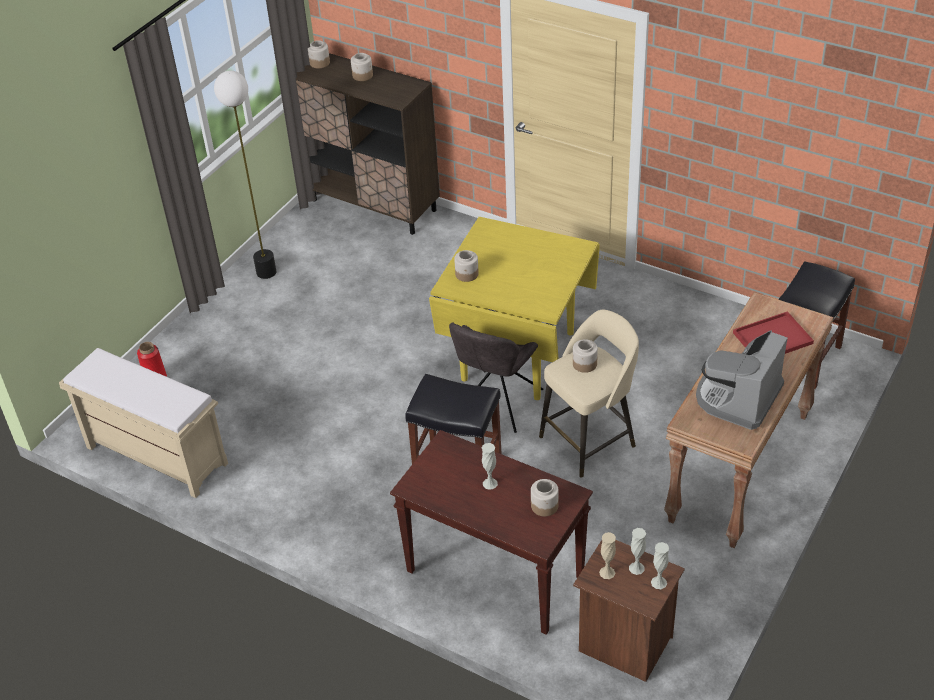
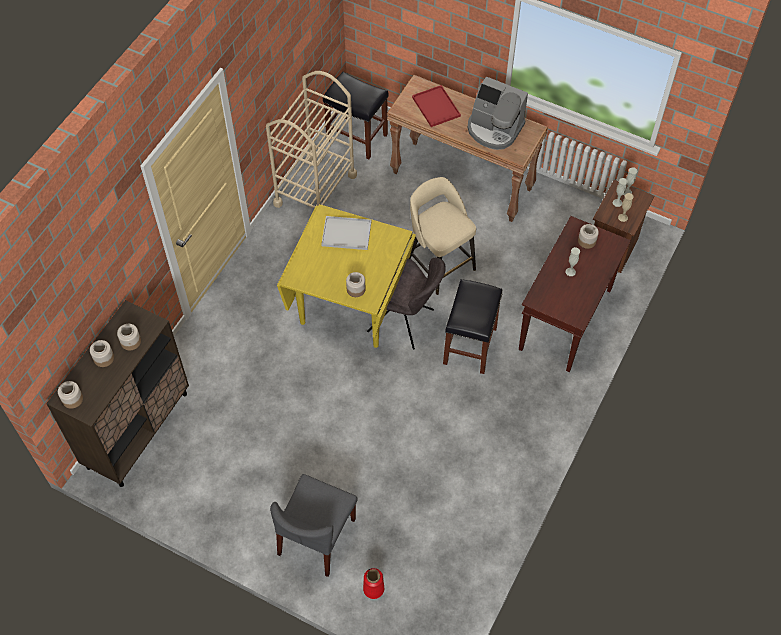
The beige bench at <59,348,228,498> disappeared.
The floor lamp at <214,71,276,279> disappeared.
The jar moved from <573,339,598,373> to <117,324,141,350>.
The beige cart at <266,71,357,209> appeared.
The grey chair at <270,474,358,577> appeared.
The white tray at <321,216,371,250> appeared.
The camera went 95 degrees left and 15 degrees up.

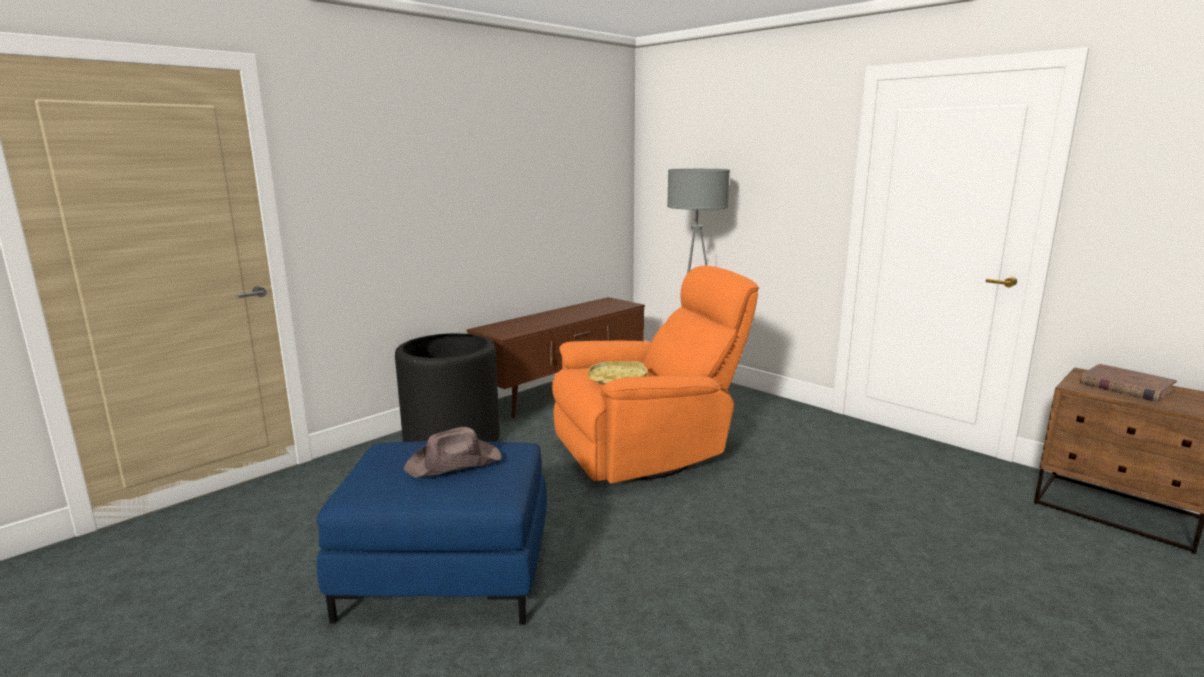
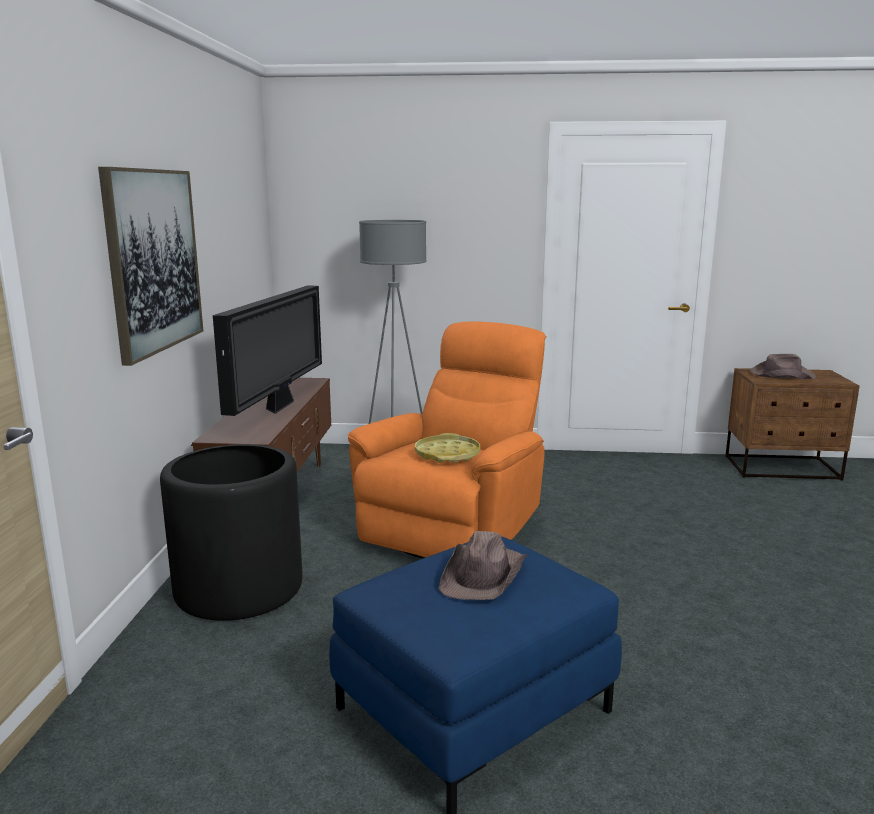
The brown book at <1080,364,1177,402> was replaced by the brown hat at <750,354,816,379>.
The picture at <98,167,203,366> appeared.
The television at <213,285,322,416> appeared.
The camera went 40 degrees left and 0 degrees up.

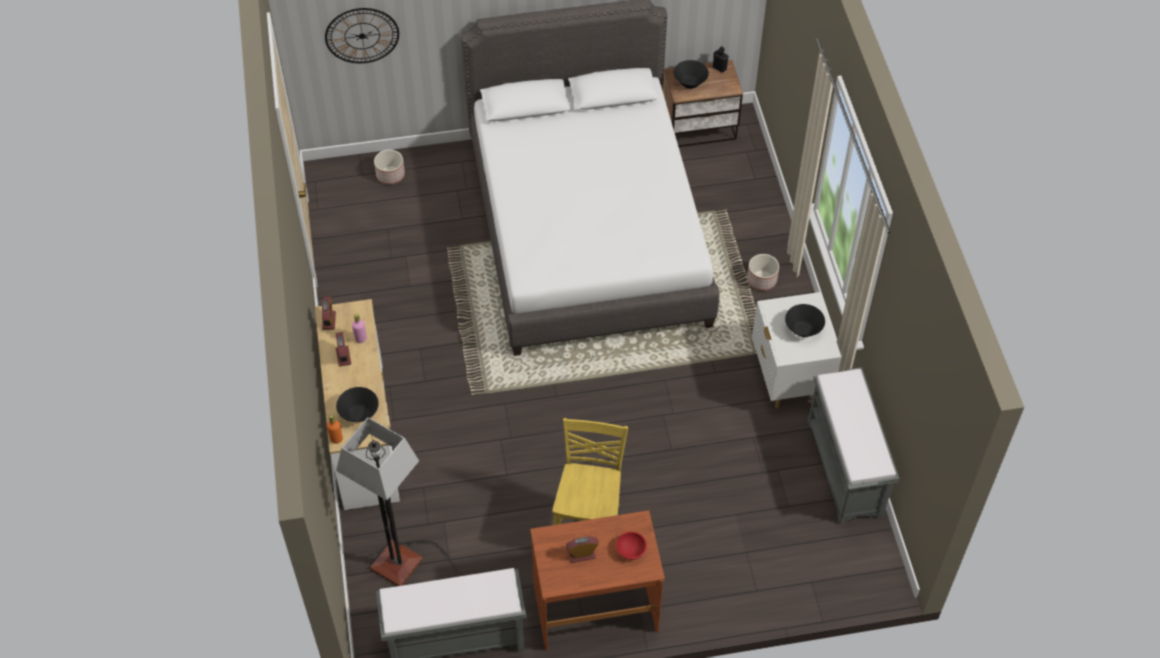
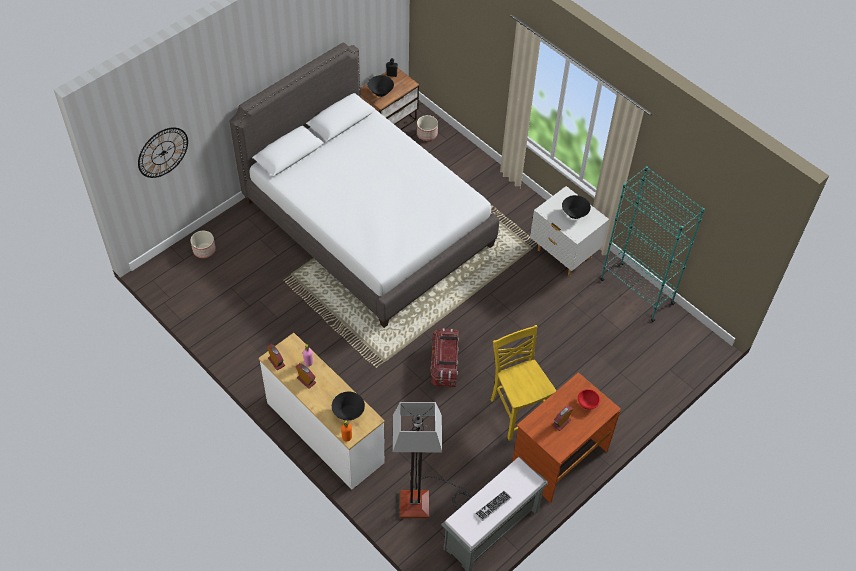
The planter moved from <747,254,779,291> to <417,115,438,141>.
The grey bench at <808,367,899,524> was replaced by the turquoise bookcase at <600,166,705,322>.
The storage box at <431,328,459,387> appeared.
The keyboard at <475,491,512,521> appeared.
The camera went 35 degrees left and 0 degrees up.

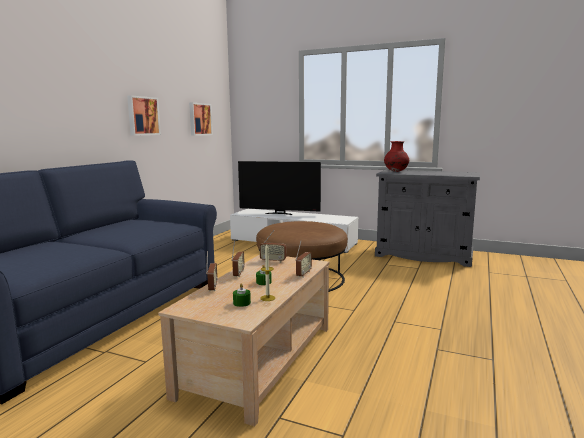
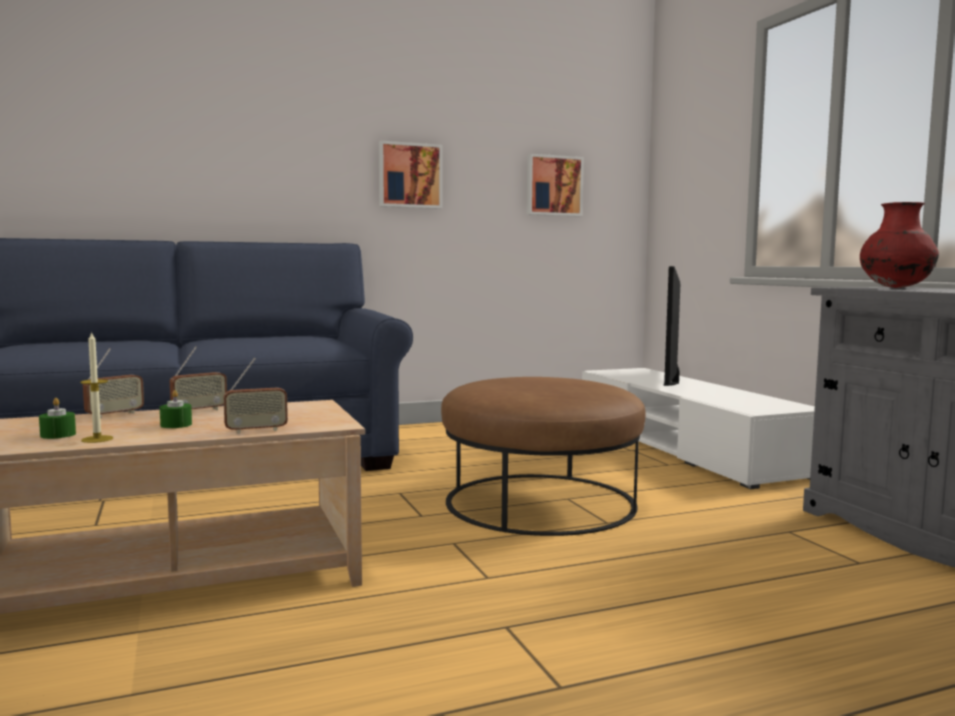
The television at <238,161,321,215> turned 45 degrees clockwise.
The radio at <260,230,286,263> disappeared.
The camera went 45 degrees right and 5 degrees down.

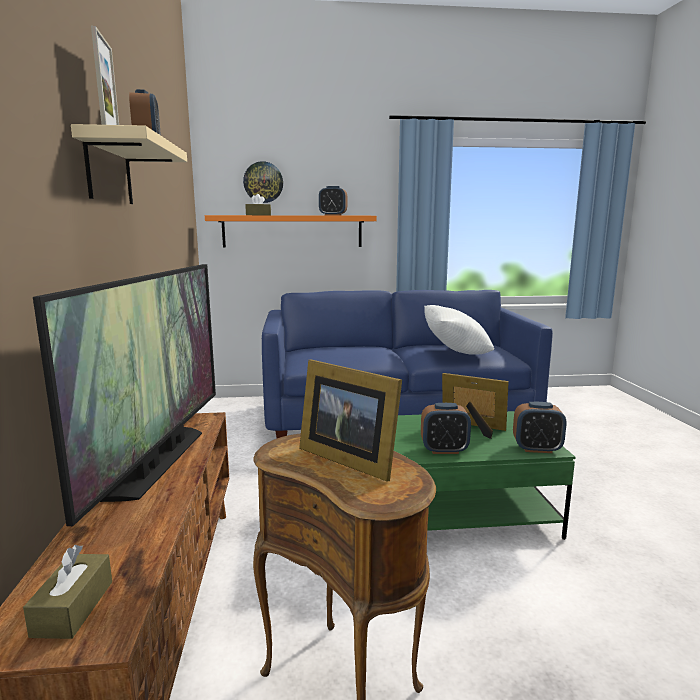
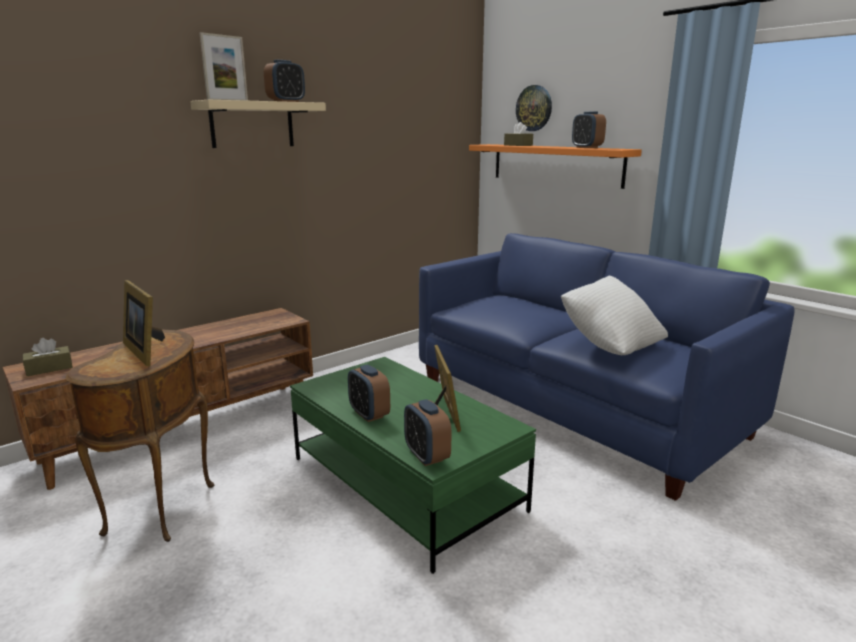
The television at <33,264,216,526> disappeared.
The picture frame at <299,360,402,482> turned 45 degrees counterclockwise.
The camera went 55 degrees right and 5 degrees up.

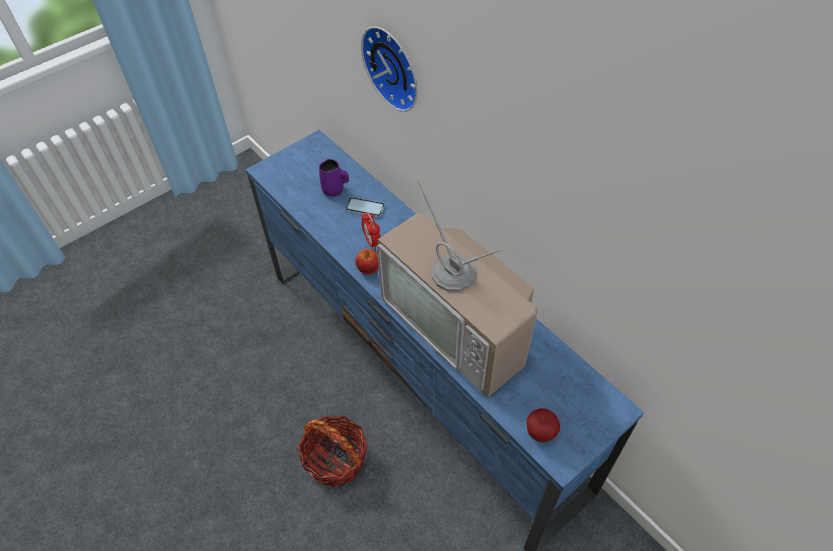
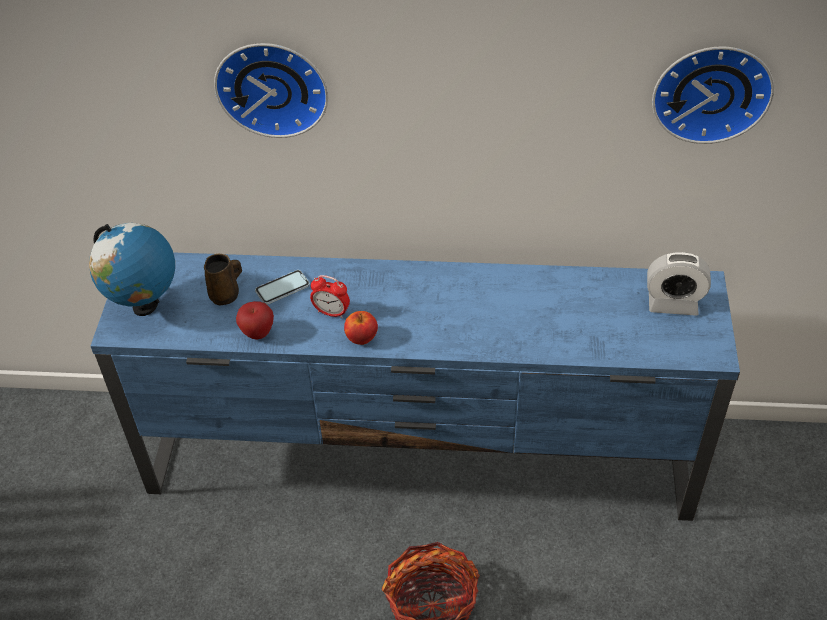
The purple mug at <319,159,349,197> became the brown mug at <204,254,242,305>.
The television at <377,181,538,397> disappeared.
The apple moved from <526,408,560,442> to <236,301,274,340>.
The globe at <89,223,175,316> appeared.
The alarm clock at <647,252,711,316> appeared.
The wall clock at <652,46,774,144> appeared.
The camera went 45 degrees left and 5 degrees down.

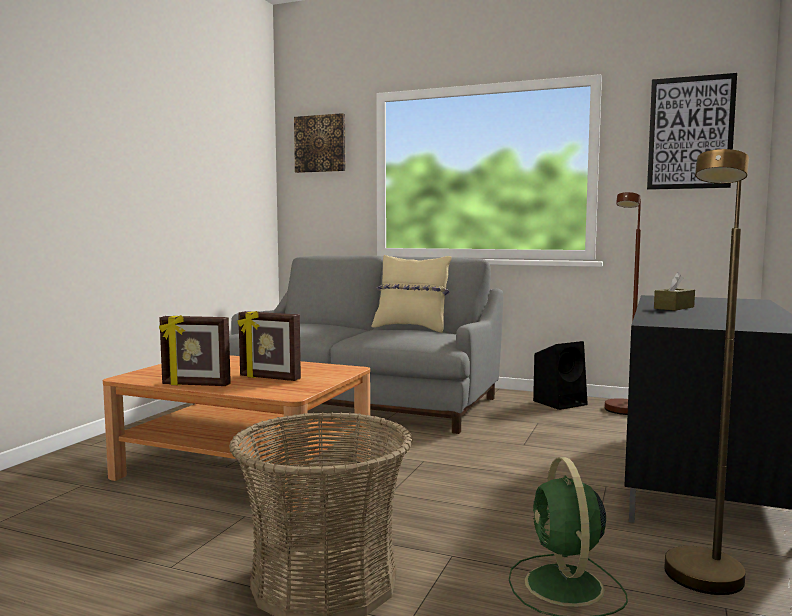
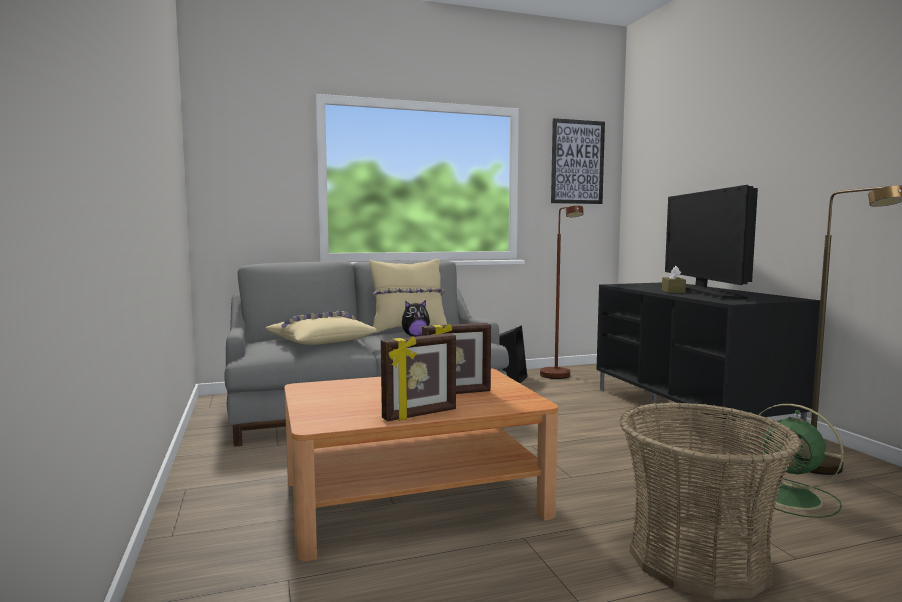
The picture at <294,113,346,173> disappeared.
The beige pillow at <266,311,377,345> appeared.
The plush toy at <402,300,430,337> appeared.
The television at <665,185,758,299> appeared.
The camera went 40 degrees left and 0 degrees up.

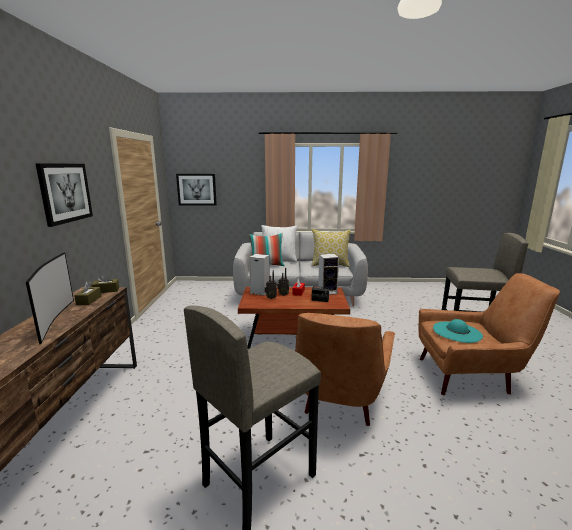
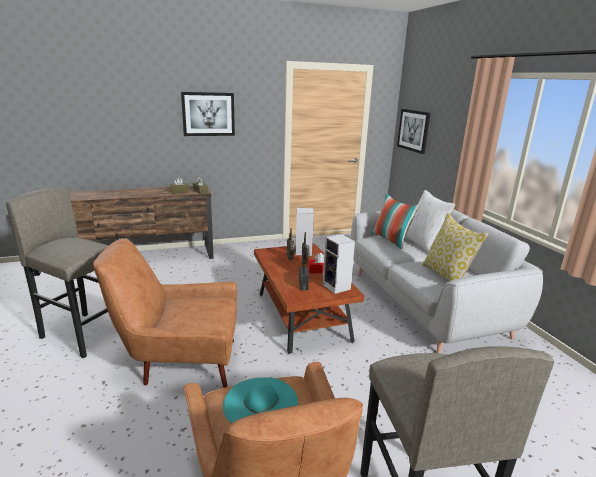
The television at <26,252,74,344> disappeared.
The camera went 70 degrees right and 5 degrees up.

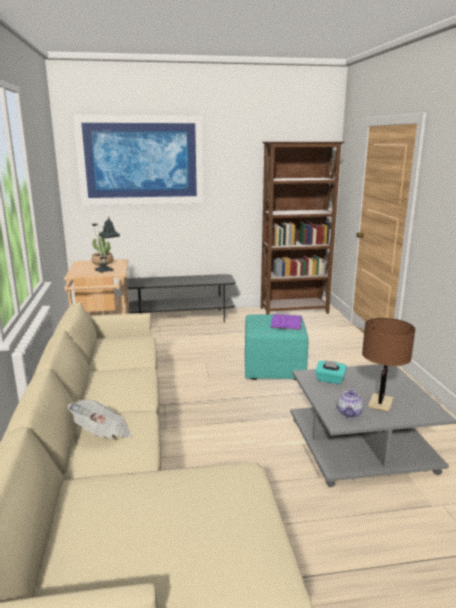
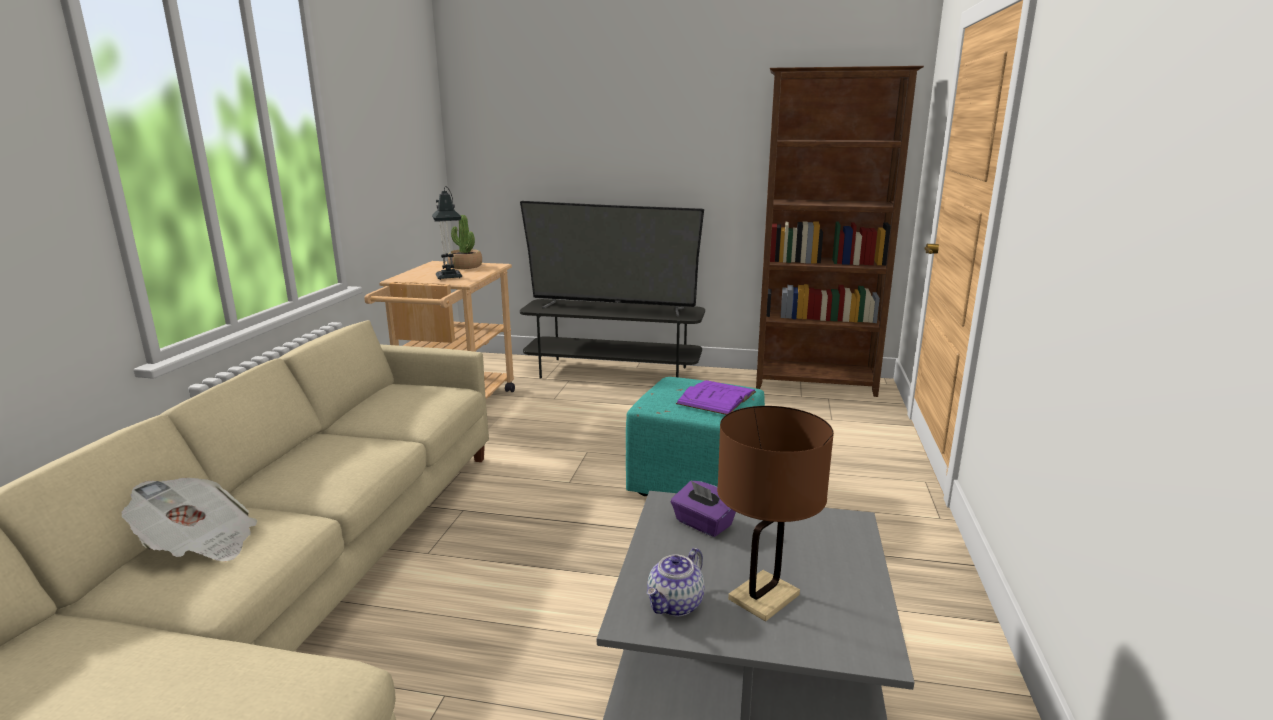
The picture at <73,115,204,205> disappeared.
The turquoise tissue box at <315,360,347,385> became the purple tissue box at <671,481,736,537>.
The television at <520,201,704,316> appeared.
The camera went 20 degrees right and 0 degrees up.

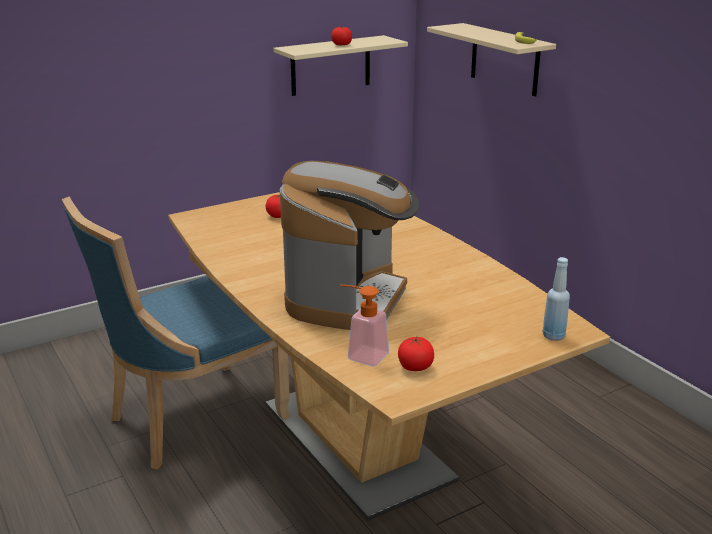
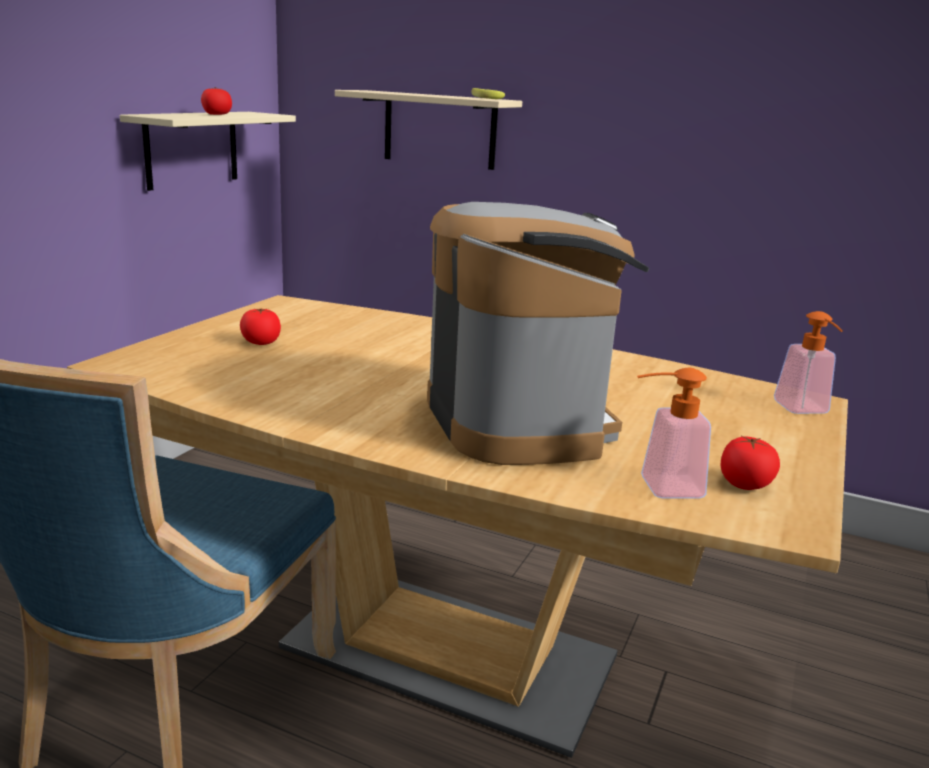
The blue bottle at <542,257,570,341> was replaced by the soap dispenser at <774,311,843,414>.
The camera went 35 degrees left and 5 degrees down.

